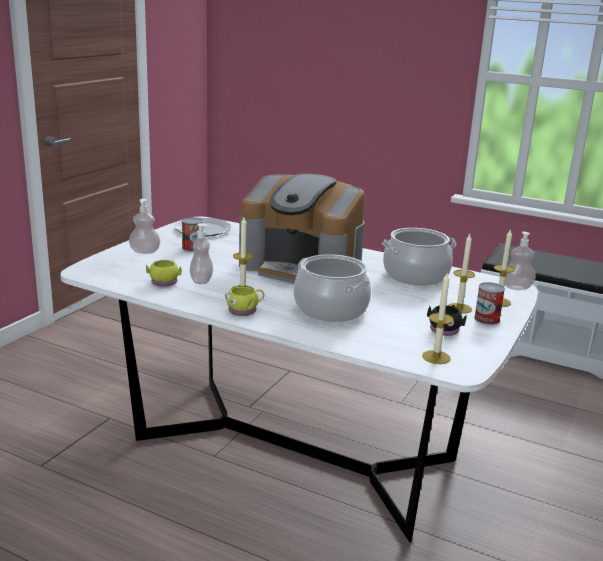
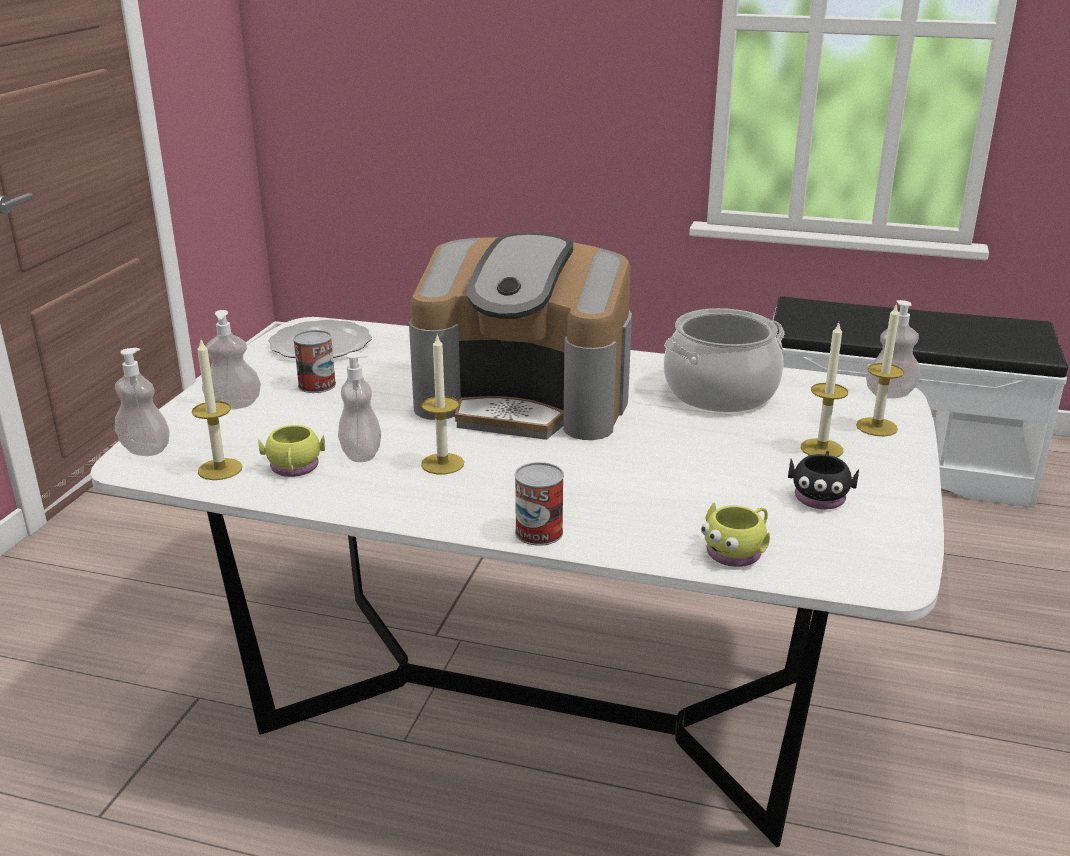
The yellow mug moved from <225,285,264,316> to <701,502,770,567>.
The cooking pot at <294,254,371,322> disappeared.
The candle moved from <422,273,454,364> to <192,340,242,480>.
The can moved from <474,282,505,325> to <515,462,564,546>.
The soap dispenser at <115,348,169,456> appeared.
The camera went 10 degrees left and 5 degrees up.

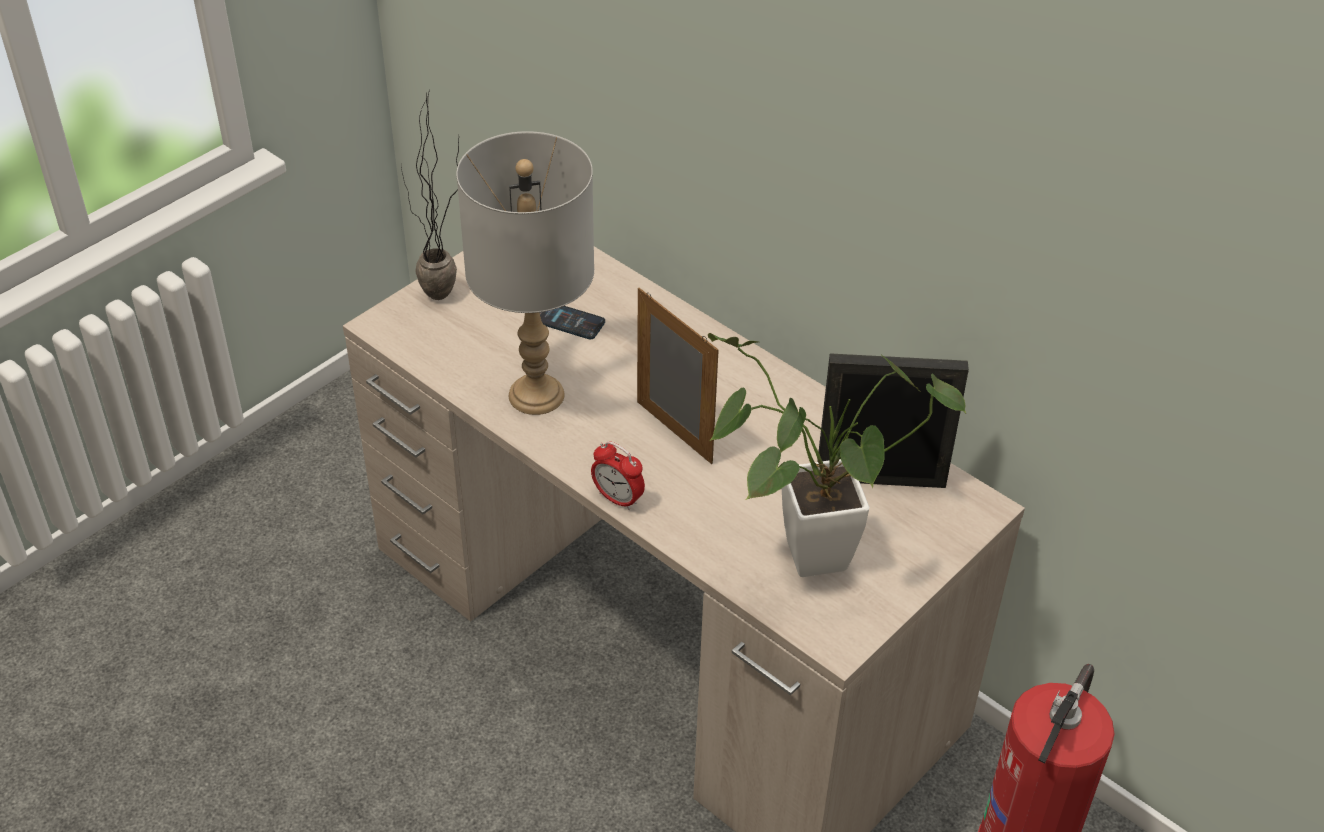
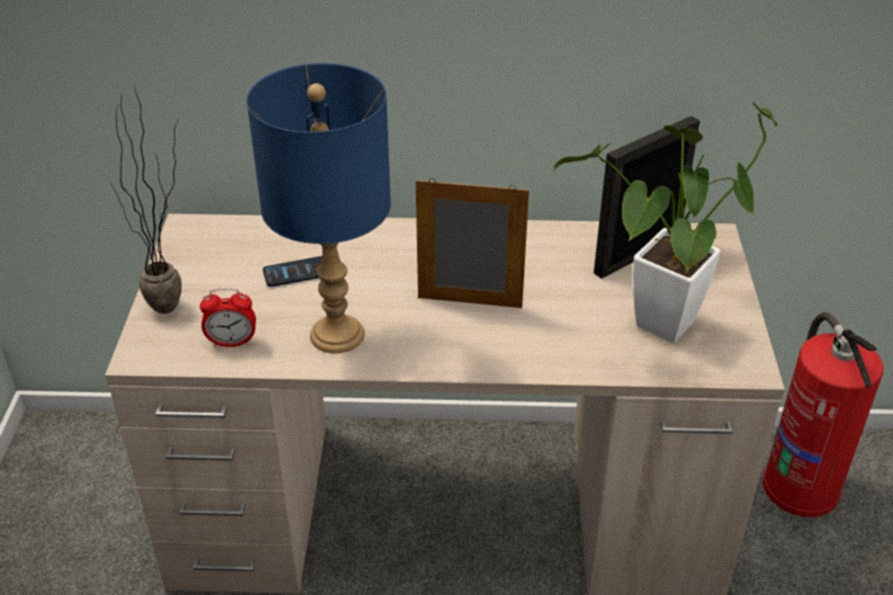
The grey table lamp at <457,131,594,415> became the blue table lamp at <247,63,391,353>.
The alarm clock moved from <591,441,645,510> to <200,287,256,347>.
The camera went 40 degrees left and 5 degrees down.

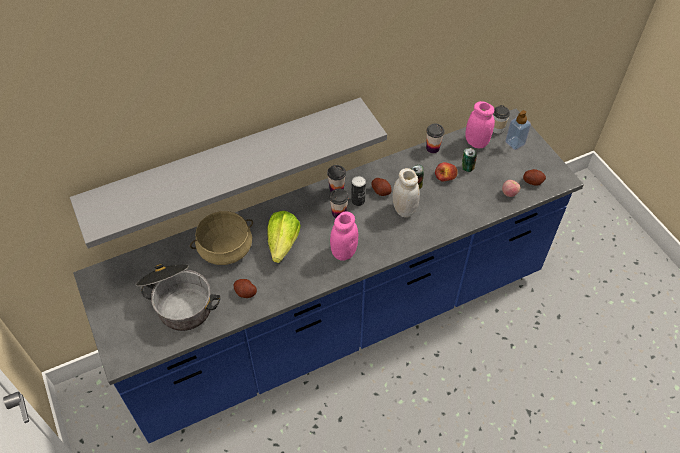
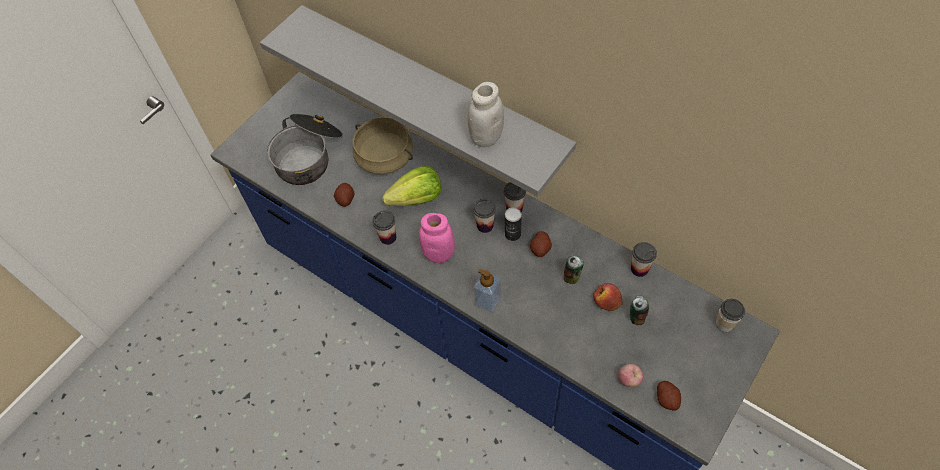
The white jar moved from <392,168,420,217> to <468,82,504,147>.
The pink jar at <465,101,495,148> disappeared.
The soap dispenser moved from <505,110,531,150> to <474,269,501,312>.
The cup at <372,211,396,245> appeared.
The camera went 65 degrees right and 5 degrees up.

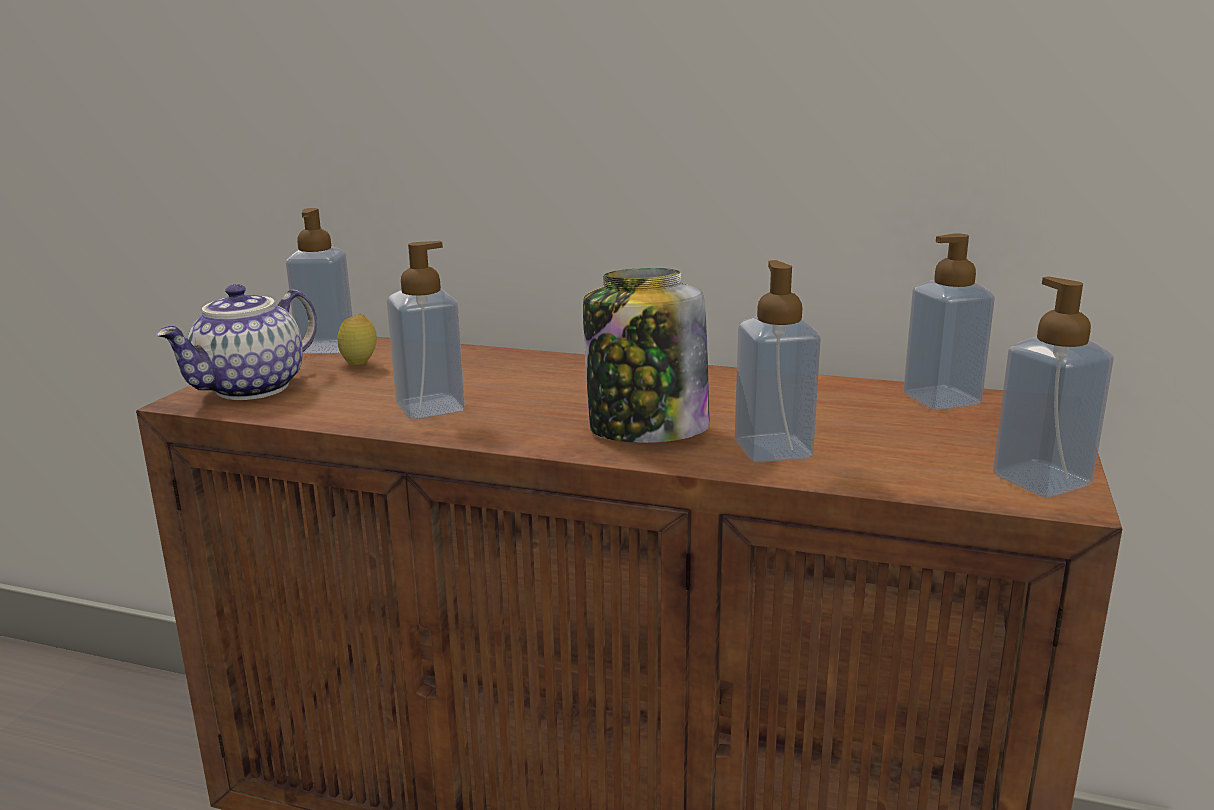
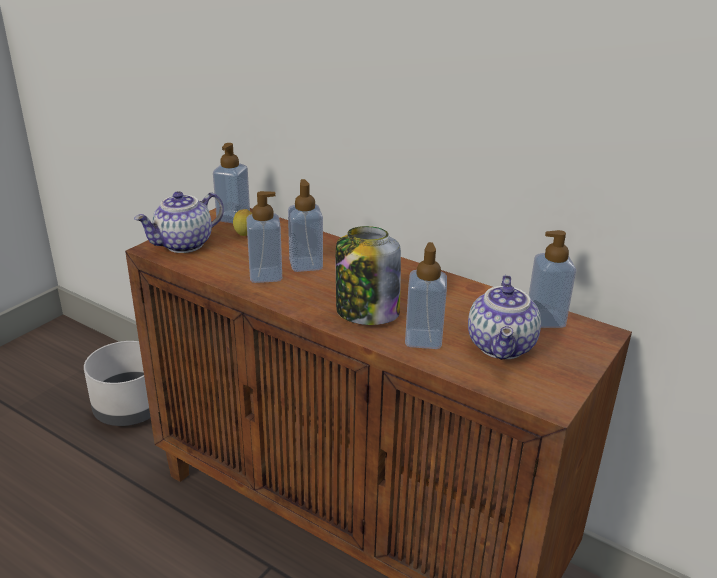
The soap dispenser moved from <993,277,1114,497> to <288,179,323,272>.
The grey planter at <84,341,151,426> appeared.
The teapot at <468,275,541,360> appeared.
The camera went 15 degrees right and 10 degrees up.

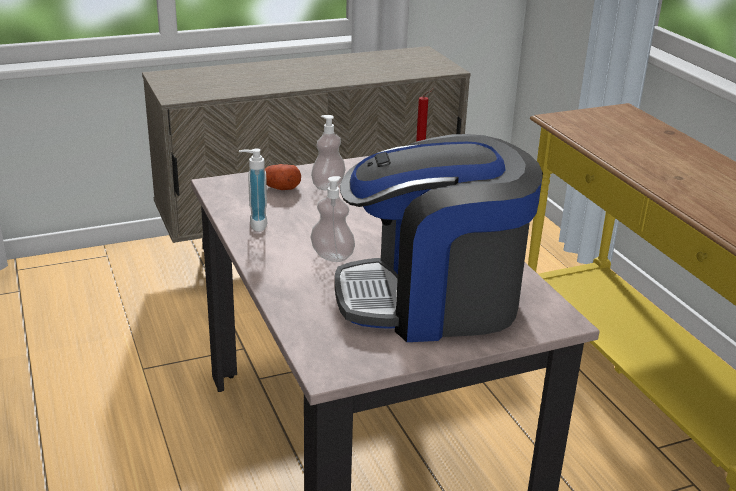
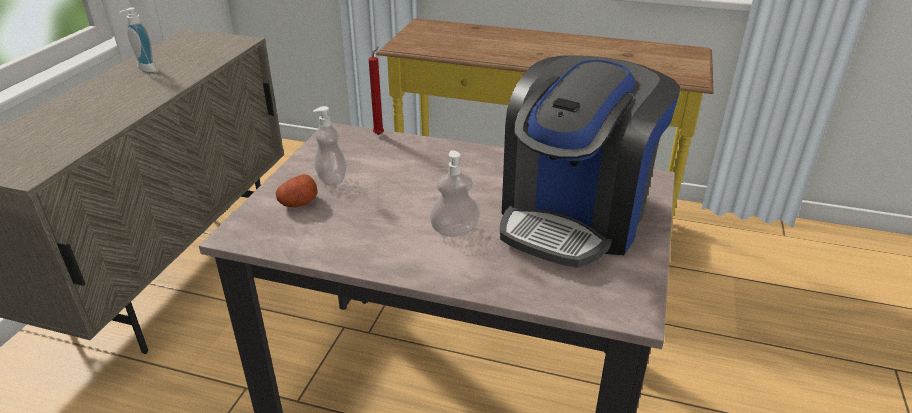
The soap dispenser moved from <239,148,267,232> to <119,8,157,72>.
The camera went 50 degrees left and 5 degrees up.

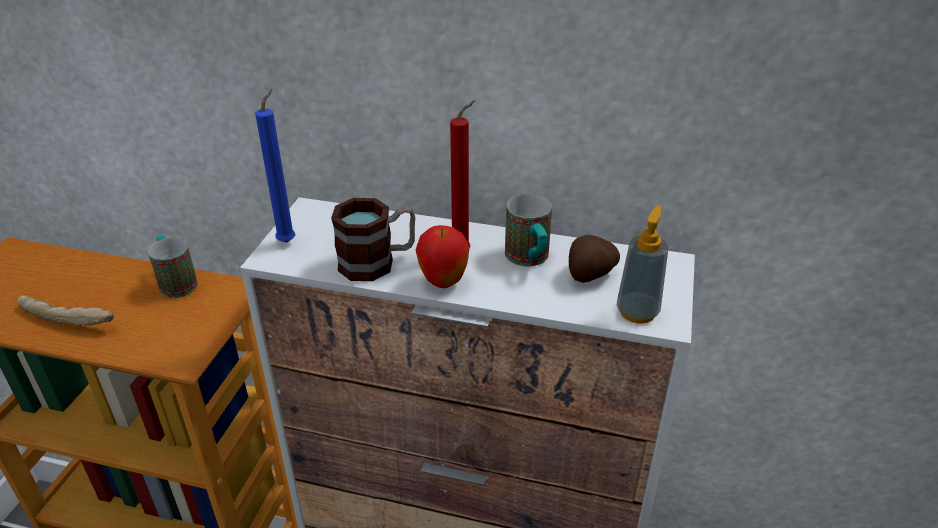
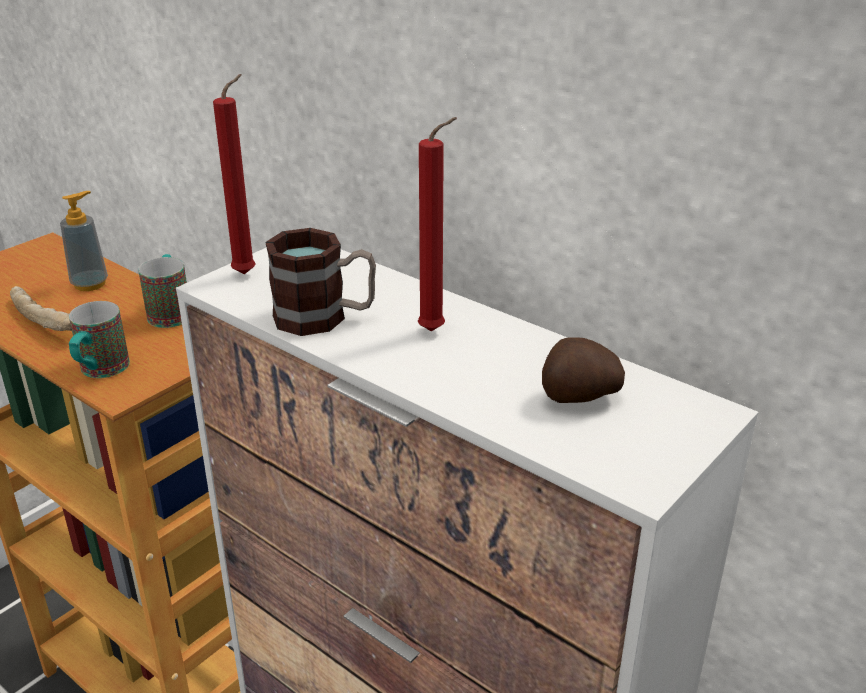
The blue candle at <255,89,295,243> became the red candle at <213,74,256,274>.
The apple at <416,225,470,288> disappeared.
The mug moved from <505,193,552,266> to <69,301,130,378>.
The soap dispenser moved from <617,206,668,324> to <60,191,108,291>.
The camera went 25 degrees right and 5 degrees down.

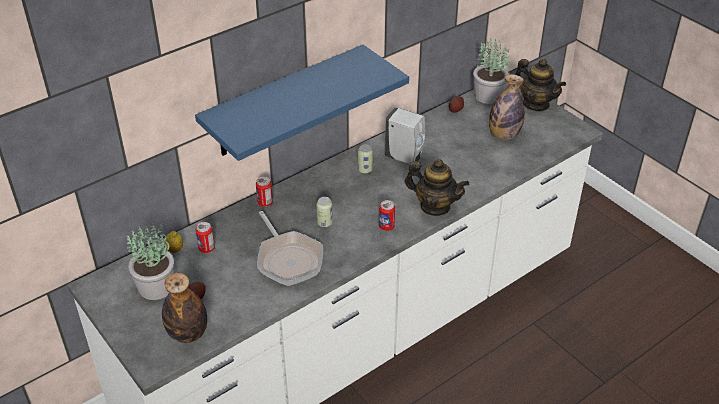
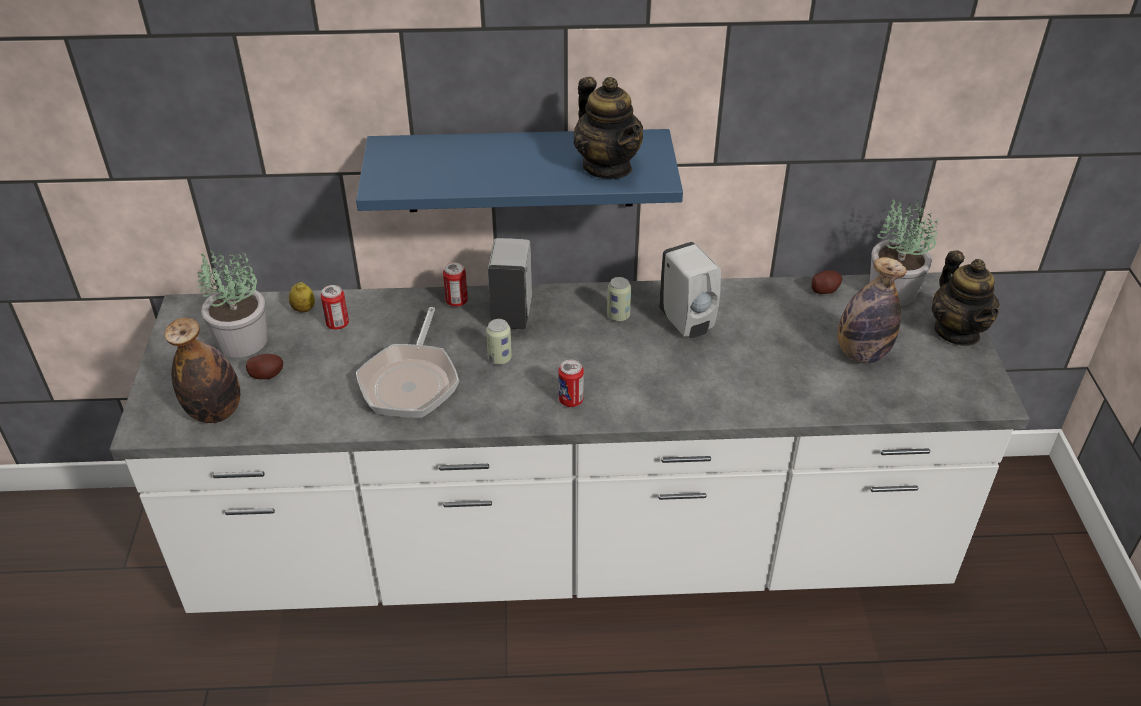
The teapot moved from <405,159,469,216> to <574,77,643,179>.
The white soap dispenser at <488,238,532,329> appeared.
The camera went 35 degrees right and 0 degrees up.

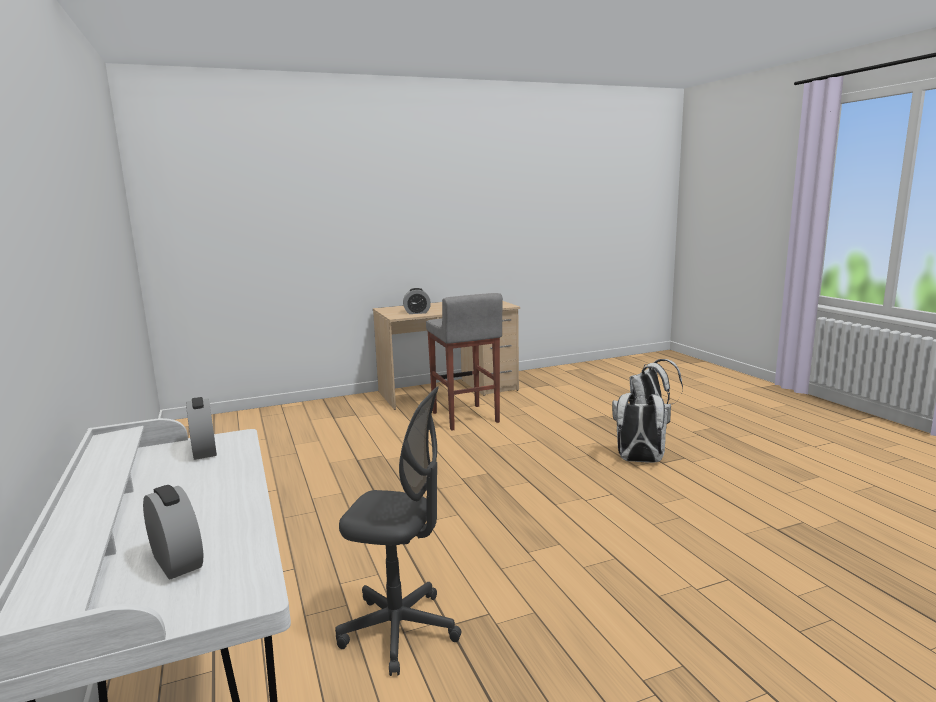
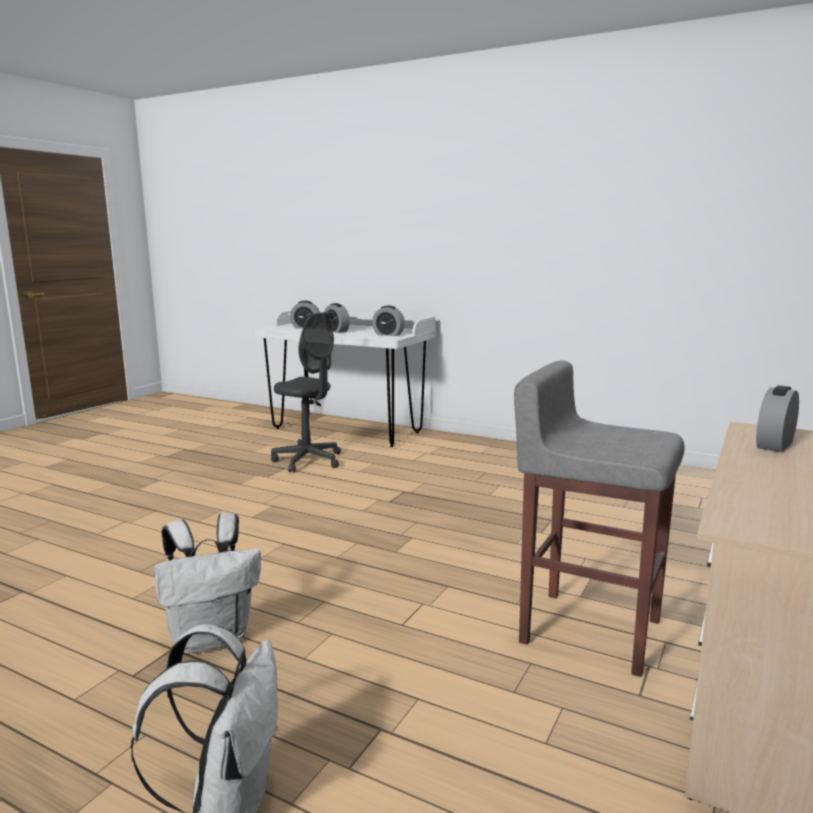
The grey office chair at <335,387,461,676> turned 120 degrees counterclockwise.
The alarm clock at <324,303,350,333> appeared.
The camera went 140 degrees right and 0 degrees up.

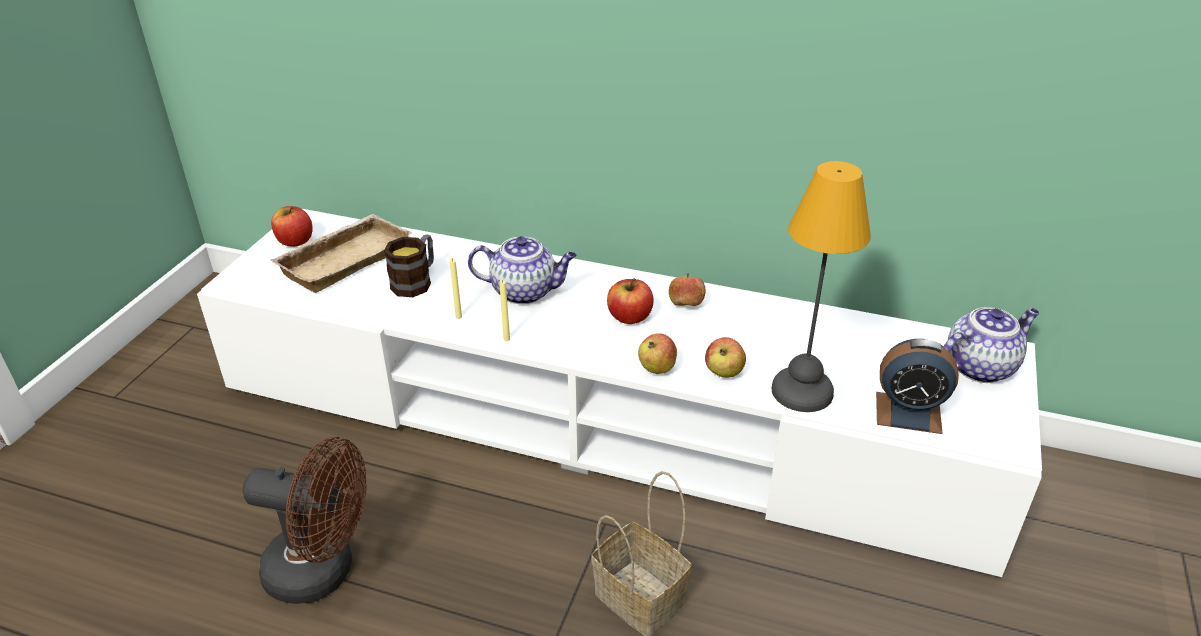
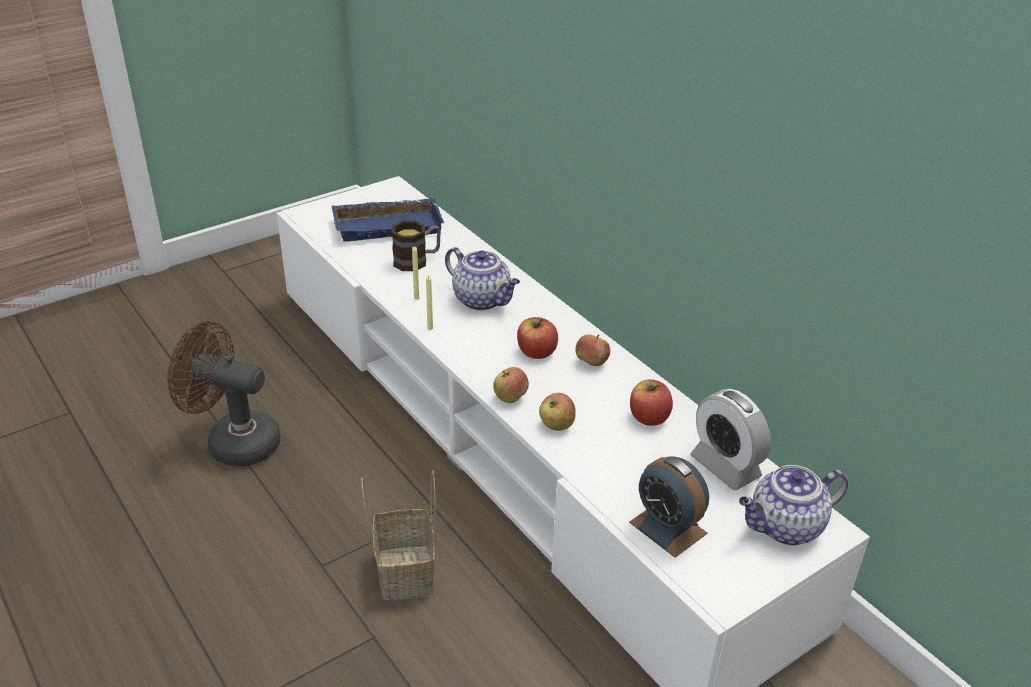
The brown fan at <243,437,367,604> turned 150 degrees clockwise.
The apple moved from <271,206,313,247> to <630,379,673,426>.
The beige tray at <271,214,412,293> became the blue tray at <331,198,444,242>.
The table lamp at <771,161,871,412> disappeared.
The teapot at <943,307,1040,383> turned 150 degrees clockwise.
The alarm clock at <691,389,771,490> appeared.
The camera went 35 degrees right and 0 degrees up.

